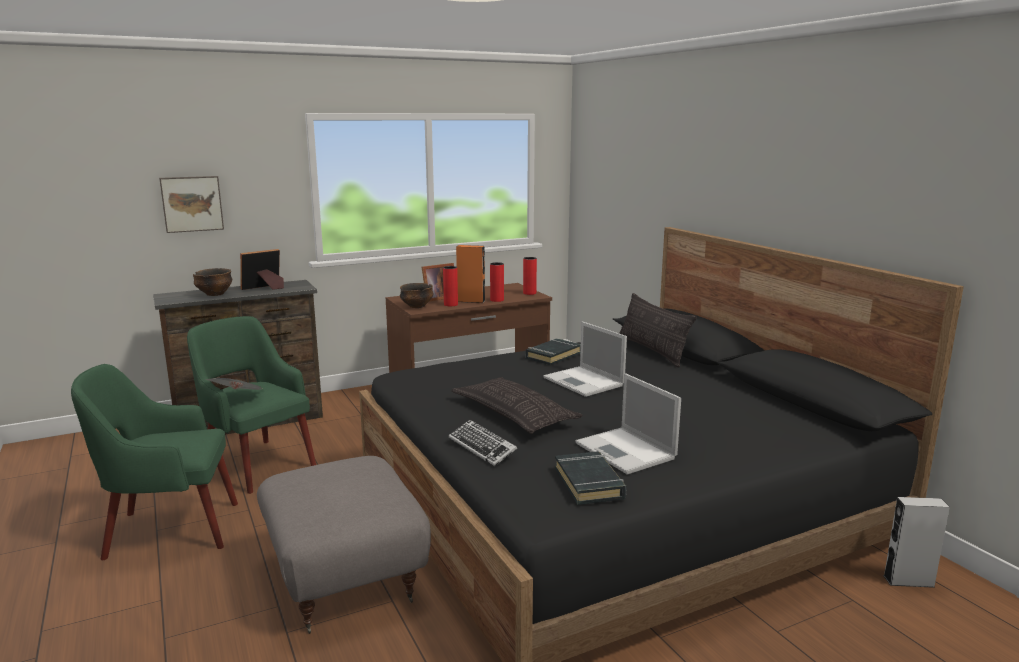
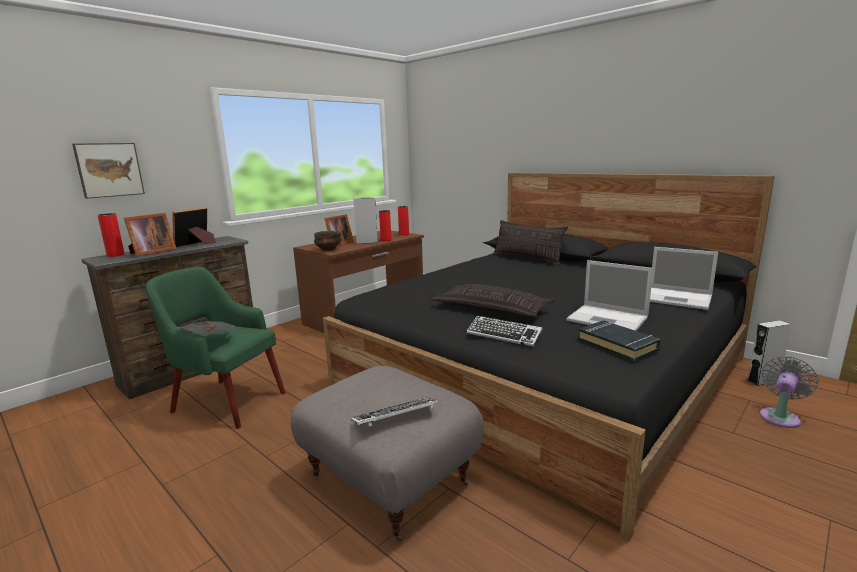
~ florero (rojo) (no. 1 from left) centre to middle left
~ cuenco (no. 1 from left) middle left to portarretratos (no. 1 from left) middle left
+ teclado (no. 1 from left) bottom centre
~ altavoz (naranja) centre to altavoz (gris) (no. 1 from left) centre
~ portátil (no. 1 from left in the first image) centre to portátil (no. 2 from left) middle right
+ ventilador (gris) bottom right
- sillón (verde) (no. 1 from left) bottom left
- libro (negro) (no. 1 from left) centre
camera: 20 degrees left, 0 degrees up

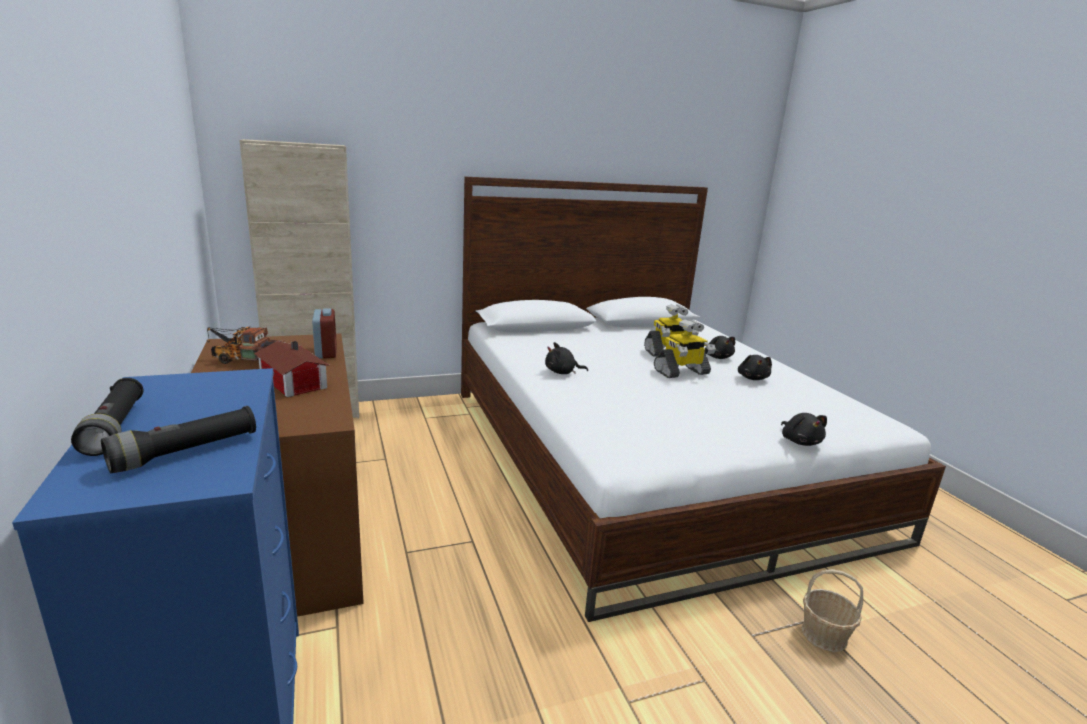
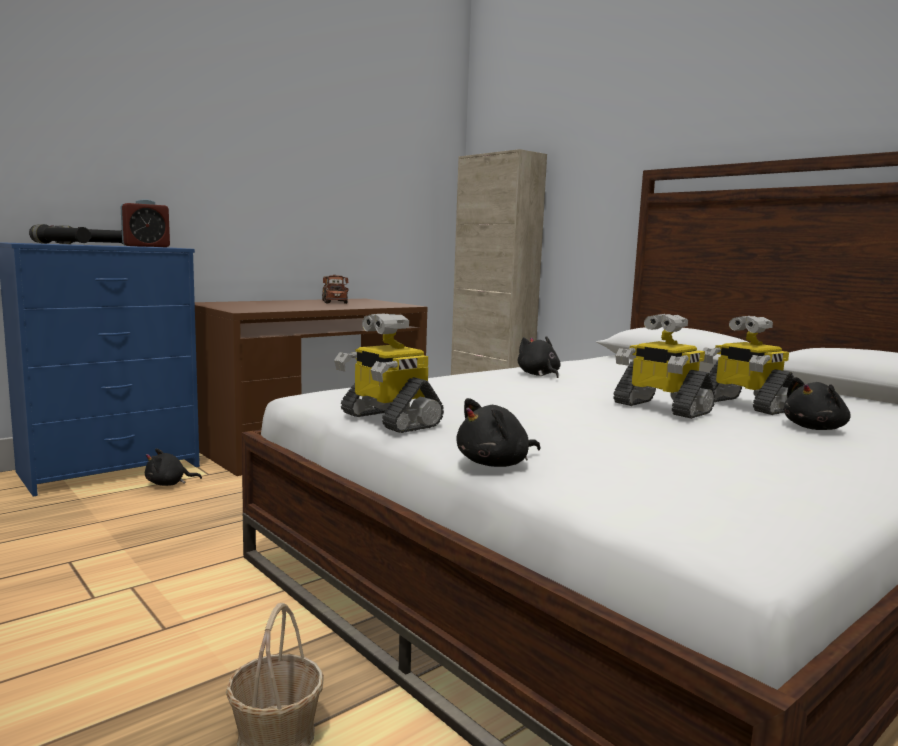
~ despertador middle left to top left
~ peluche (negro) (no. 3 from left in the first image) middle right to peluche (negro) (no. 1 from left) middle left
+ robot de juguete (no. 1 from left) centre
- casita middle left
camera: 70 degrees right, 10 degrees down

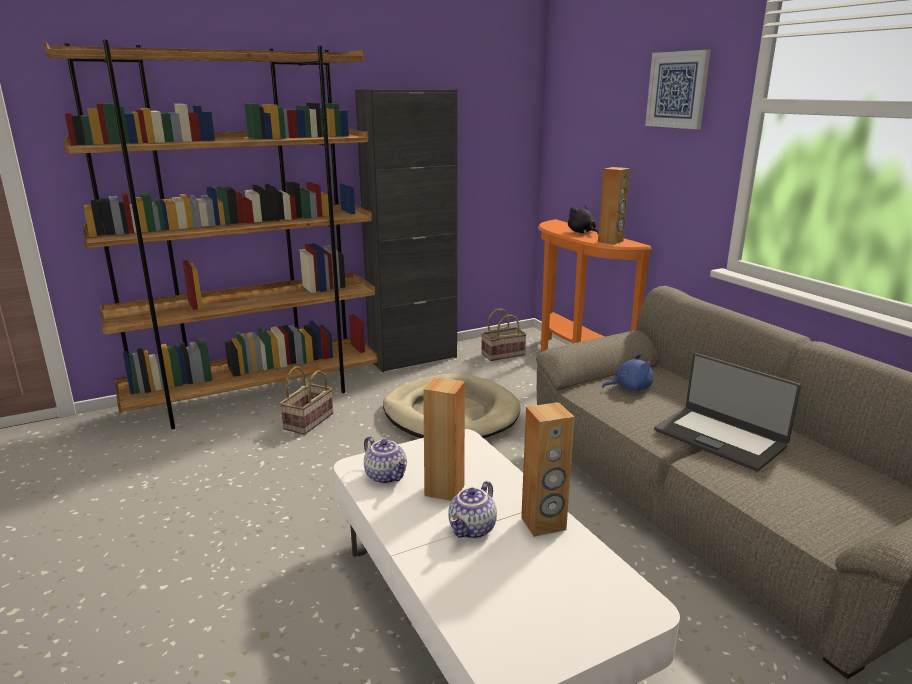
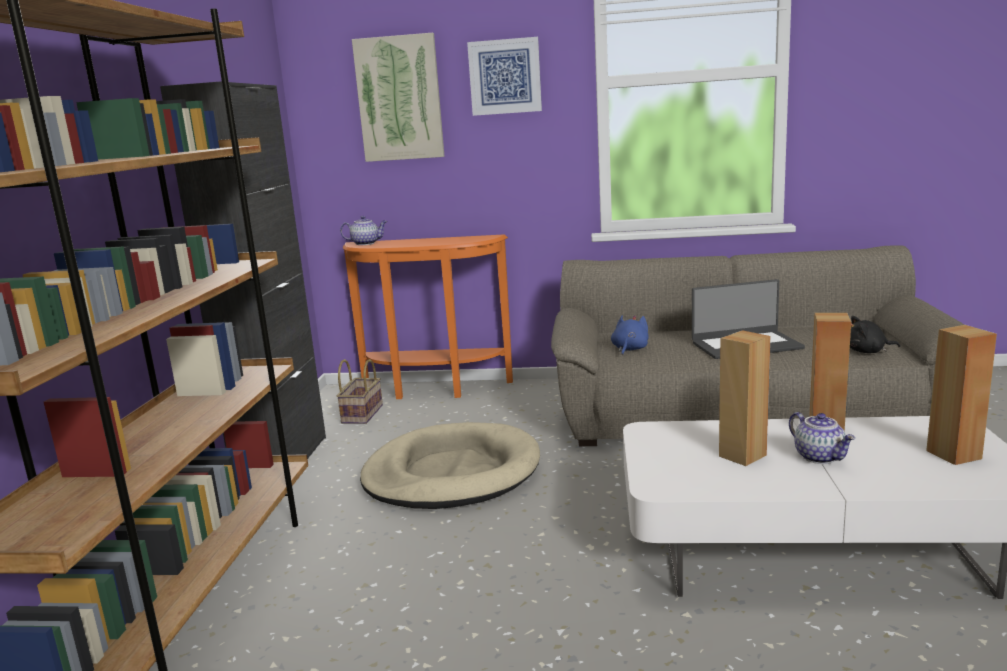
~ tetera (no. 1 from left) bottom centre to centre
+ cuadro (no. 1 from left) top centre
~ peluche (negro) top centre to middle right
~ altavoz (marrón) (no. 3 from left) top right to middle right
- cesta (no. 1 from left) centre
camera: 55 degrees left, 5 degrees down

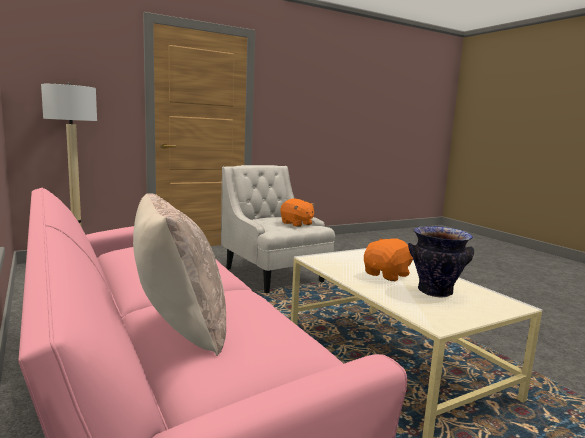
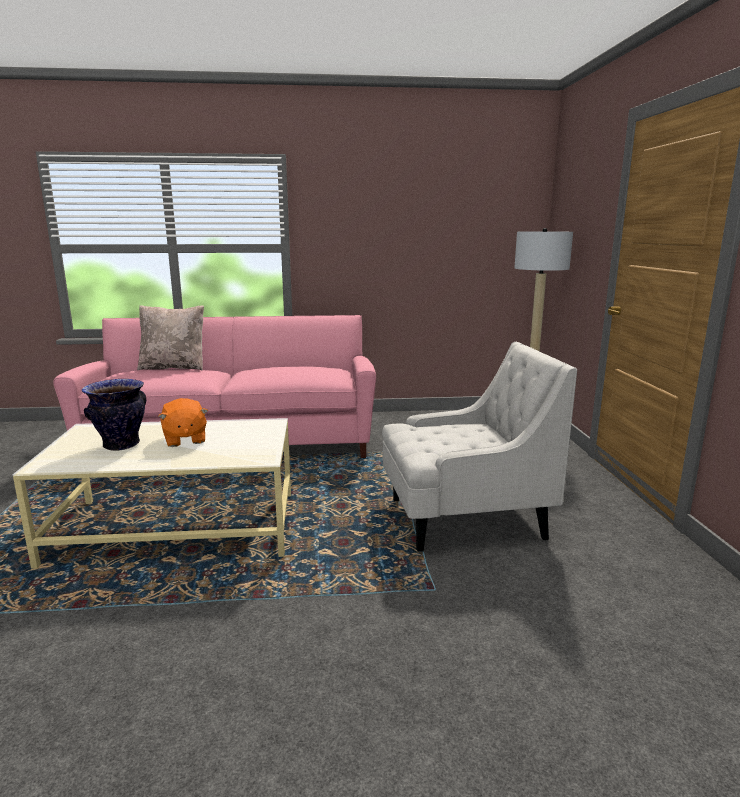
- peluche (naranja) (no. 1 from left) centre
camera: 115 degrees right, 5 degrees up

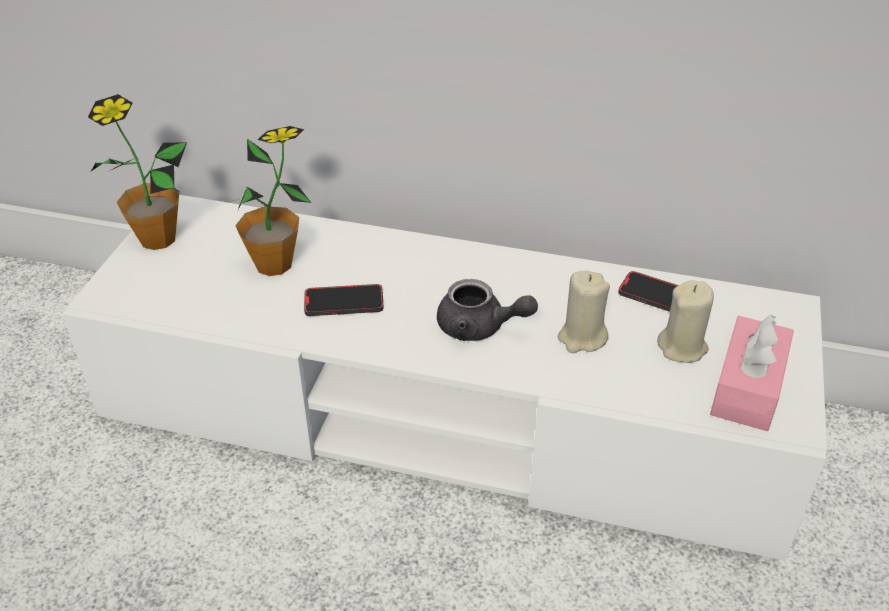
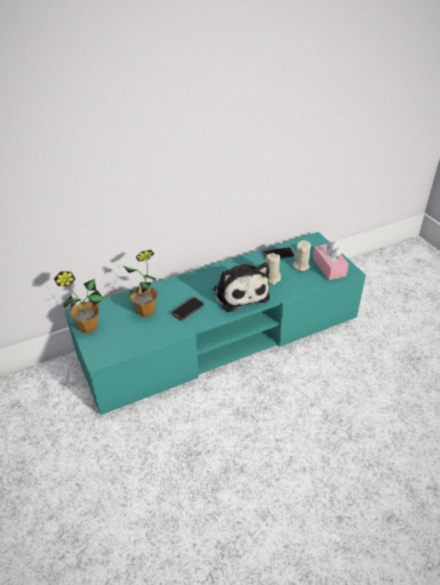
~ mueble de televisión (blanco) centre to mueble de televisión (turquesa) centre
~ tetera (gris) centre to peluche centre
camera: 40 degrees left, 0 degrees up

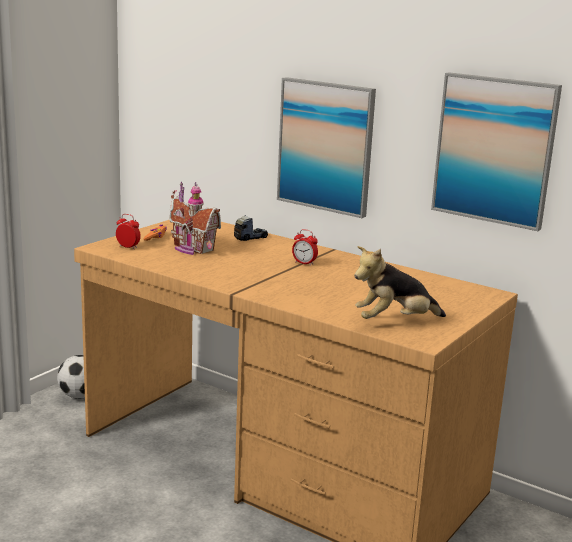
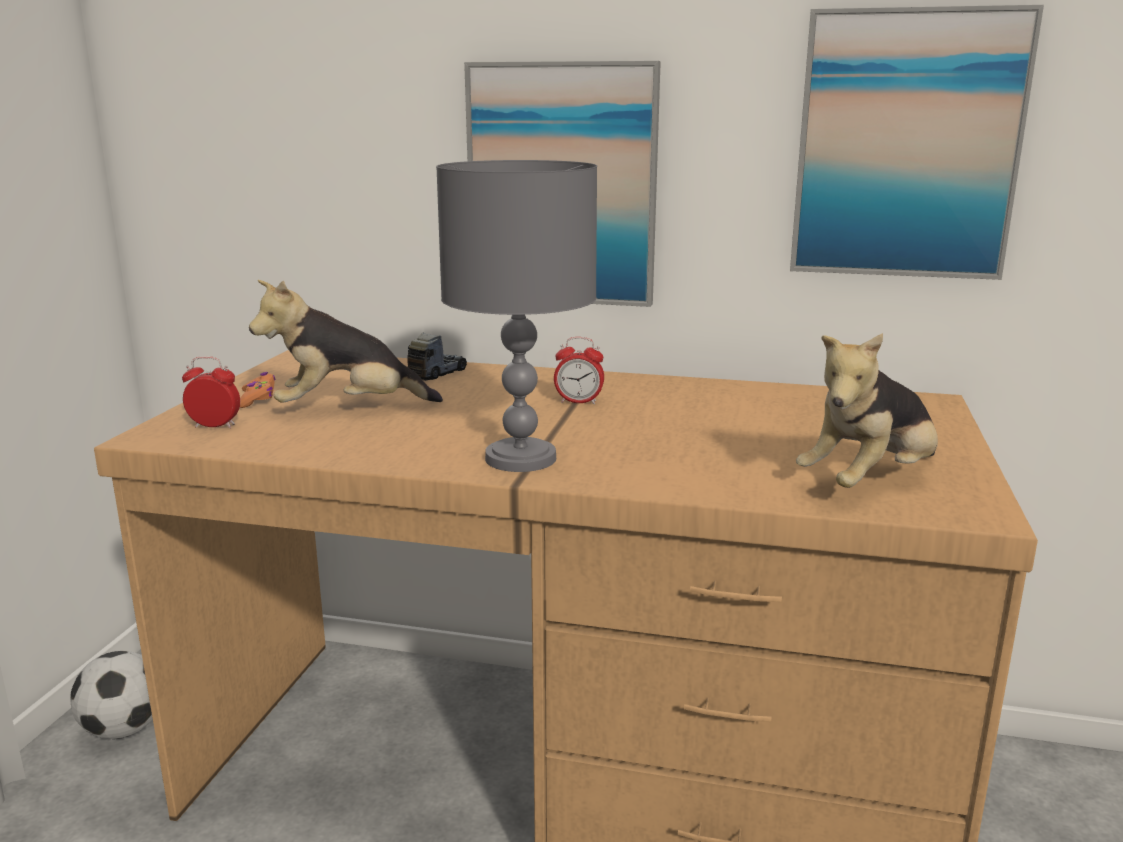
~ casita centre to peluche (no. 1 from left) middle left
+ lámpara de mesa (gris) centre
camera: 20 degrees left, 0 degrees up

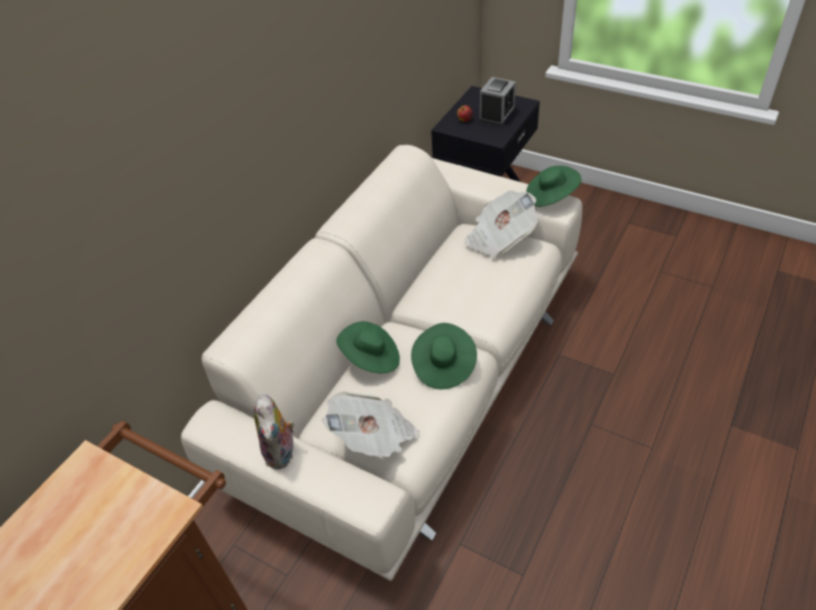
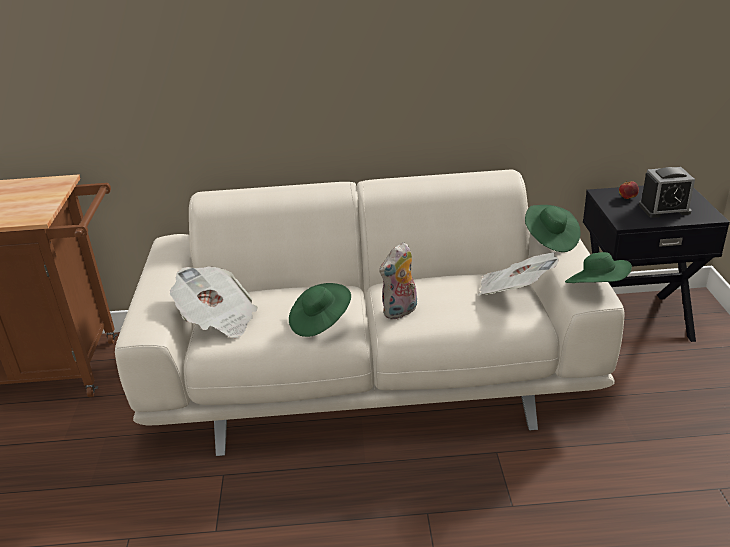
~ peluche bottom centre to centre
~ sombrero (verde) (no. 1 from left in the first image) centre to sombrero (verde) (no. 2 from left) middle right
camera: 55 degrees right, 15 degrees down

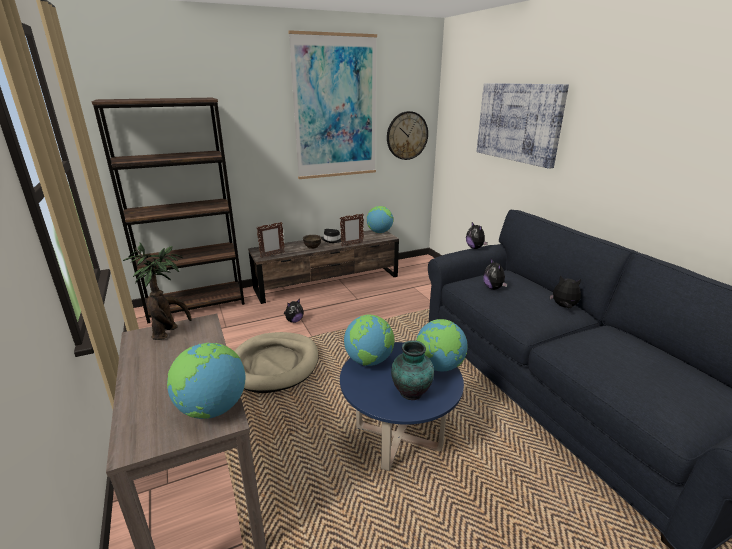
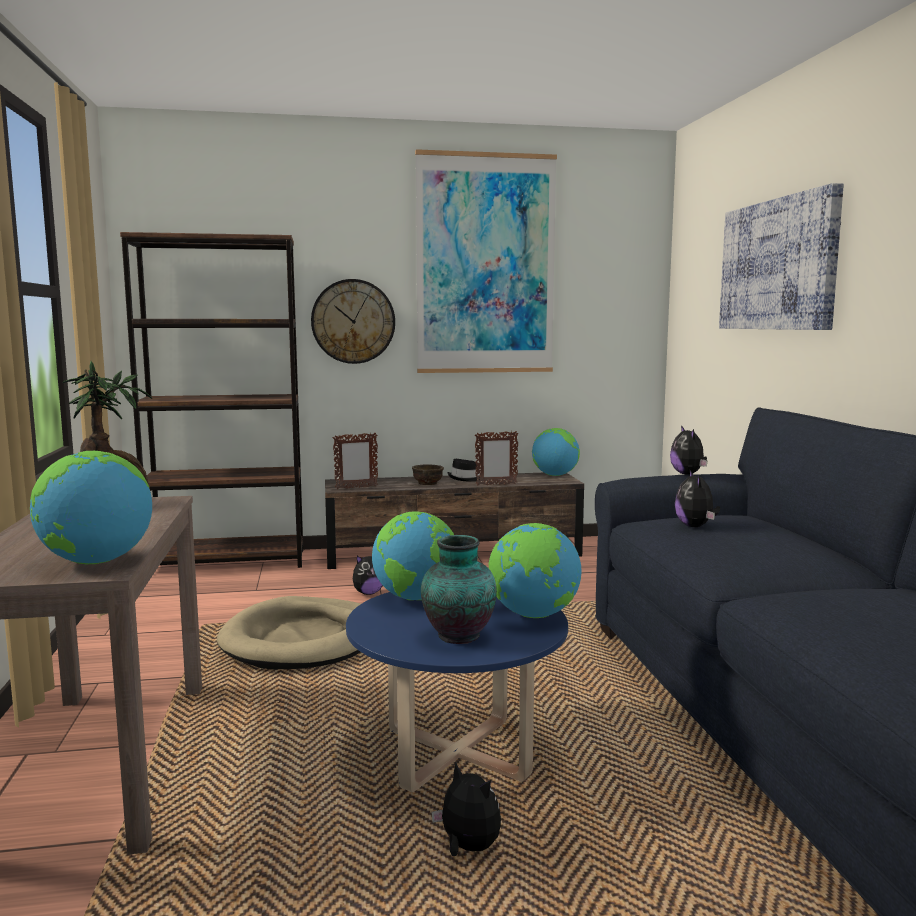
~ reloj de pared top centre to centre
~ peluche (no. 4 from left in the first image) middle right to peluche (no. 2 from left) bottom centre
camera: 15 degrees right, 15 degrees down

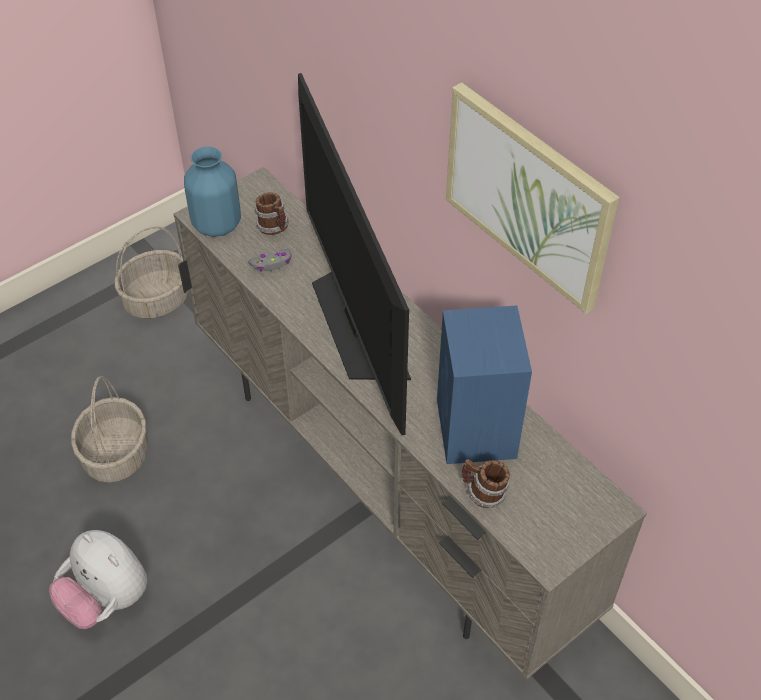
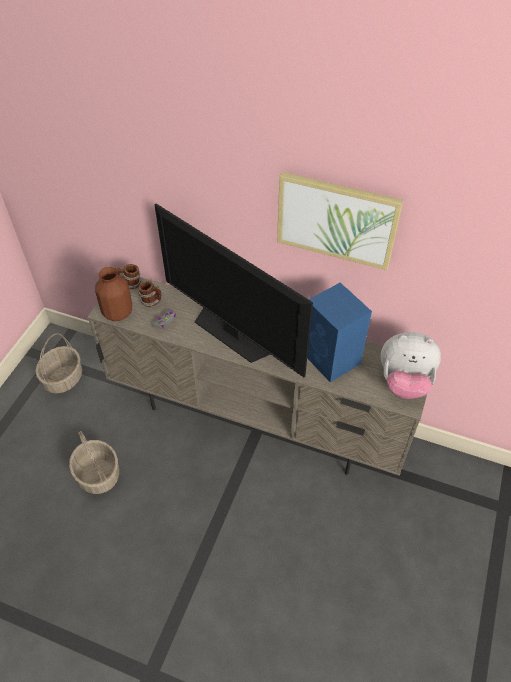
~ florero (azul) top left to florero (marrón) middle left
~ taza grande (no. 2 from left in the first image) bottom centre to taza grande (no. 1 from left) middle left
~ peluche bottom left to middle right
camera: 30 degrees left, 0 degrees up

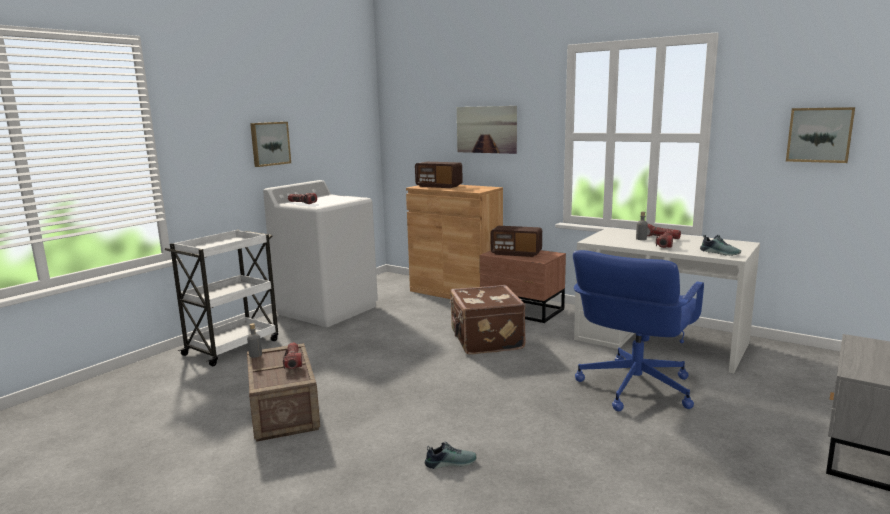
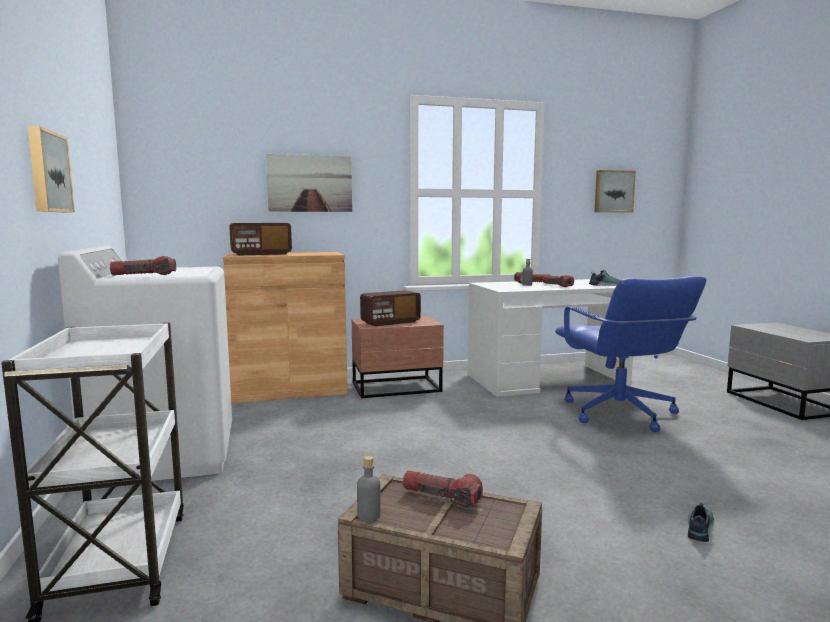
- maleta (marrón) centre
camera: 50 degrees left, 5 degrees down

